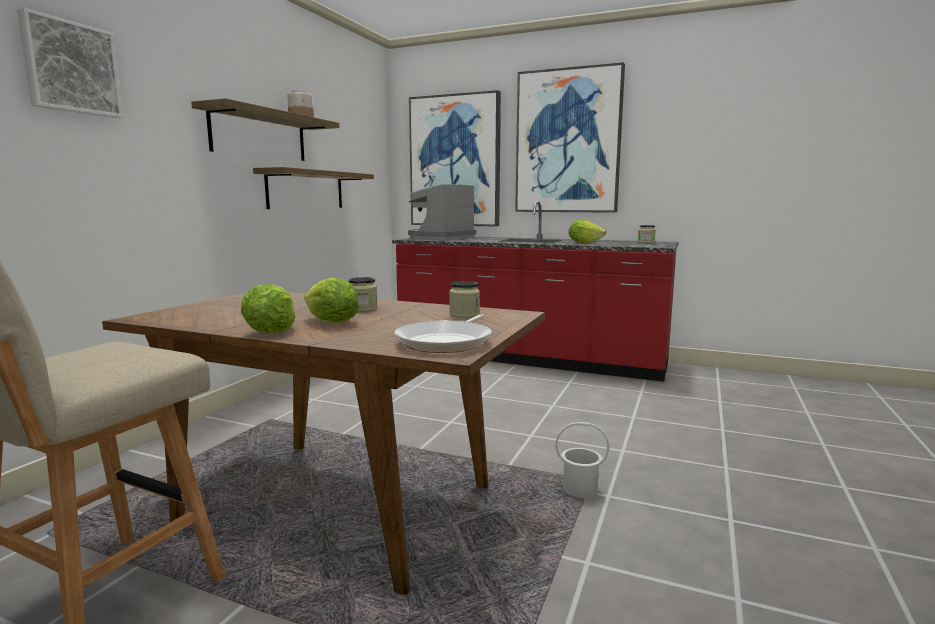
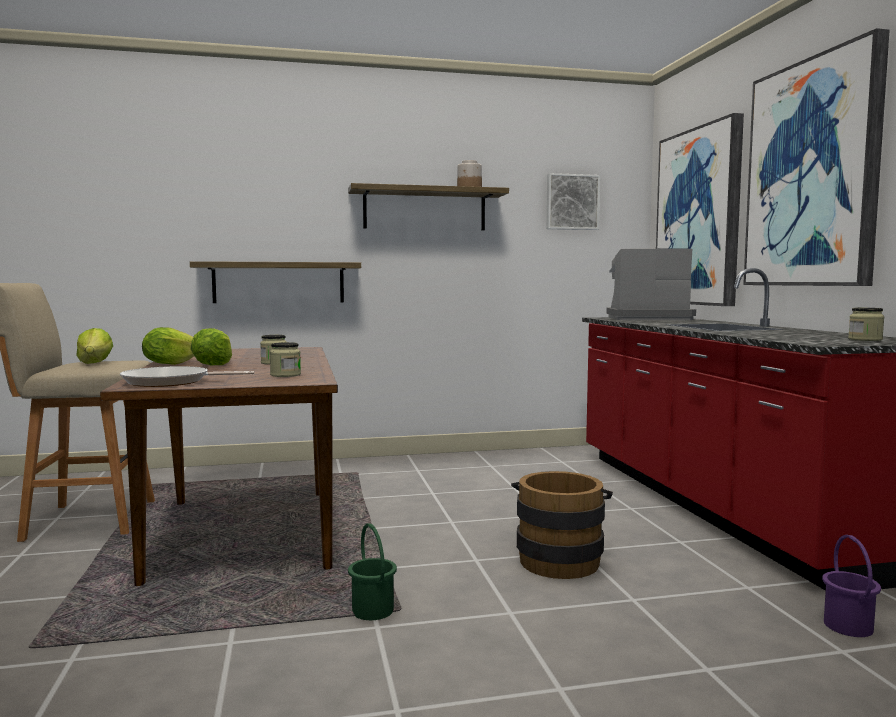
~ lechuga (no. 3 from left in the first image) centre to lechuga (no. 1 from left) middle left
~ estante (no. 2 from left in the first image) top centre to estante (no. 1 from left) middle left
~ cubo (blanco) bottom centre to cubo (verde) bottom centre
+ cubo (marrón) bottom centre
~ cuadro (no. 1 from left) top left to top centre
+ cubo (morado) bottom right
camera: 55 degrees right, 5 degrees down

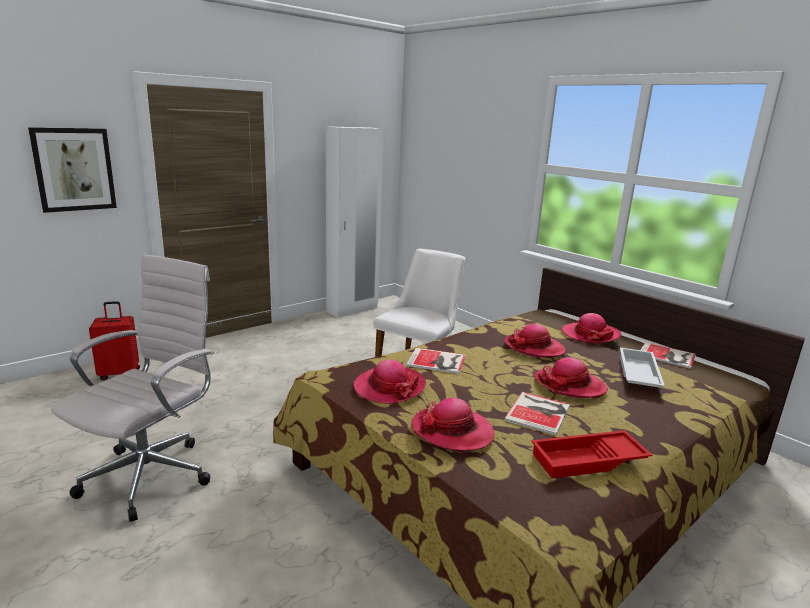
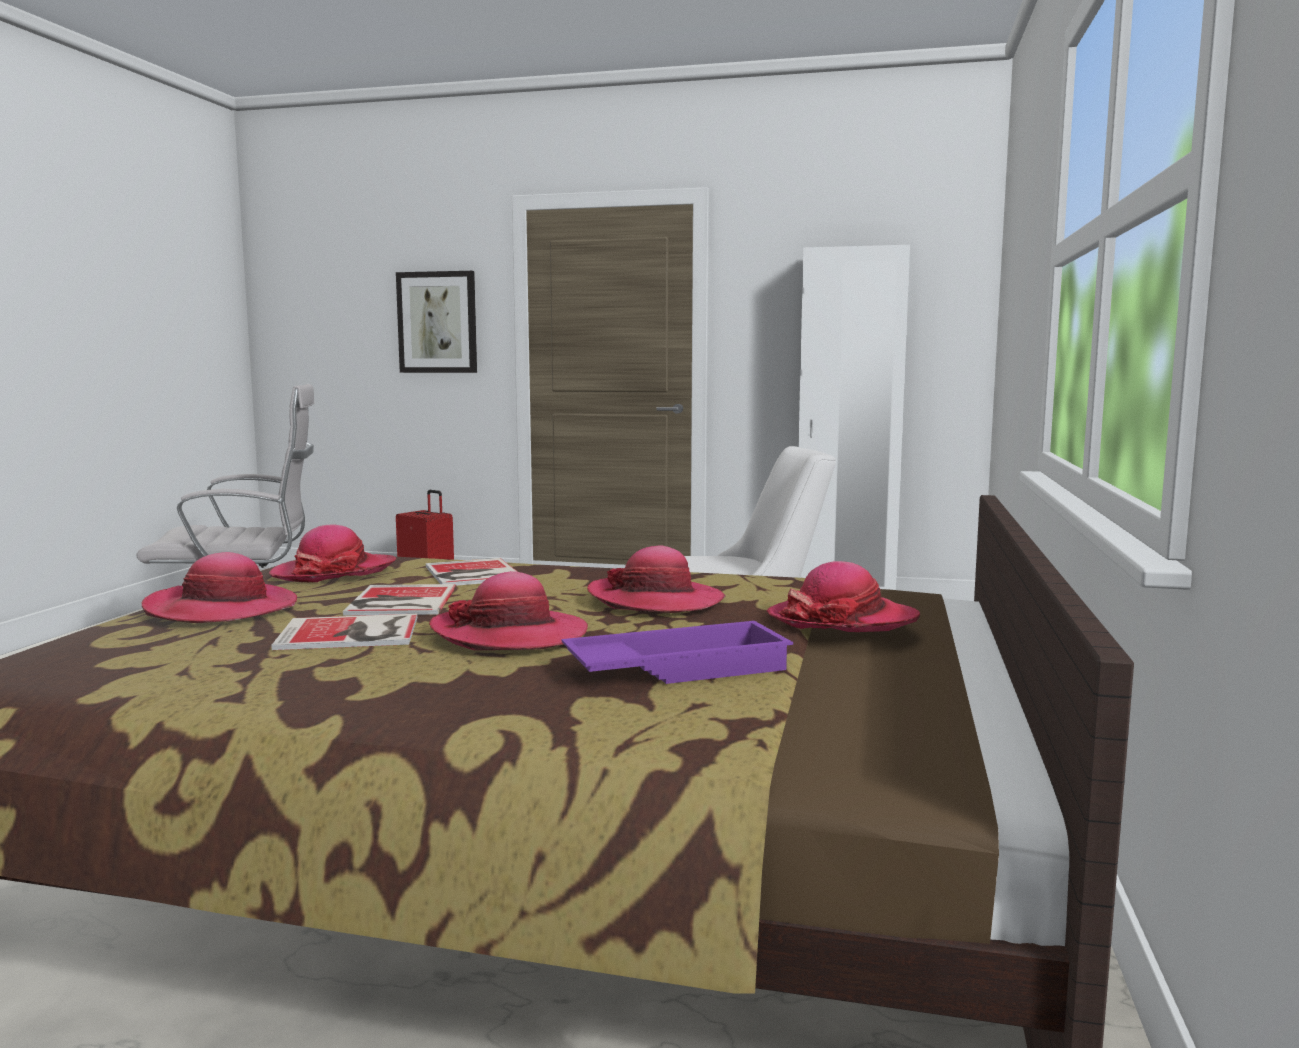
~ libro (no. 3 from left in the first image) middle right to libro (no. 2 from left) middle left
~ bandeja (blanco) middle right to bandeja (morado) centre
- bandeja (rojo) bottom right
camera: 55 degrees right, 10 degrees down

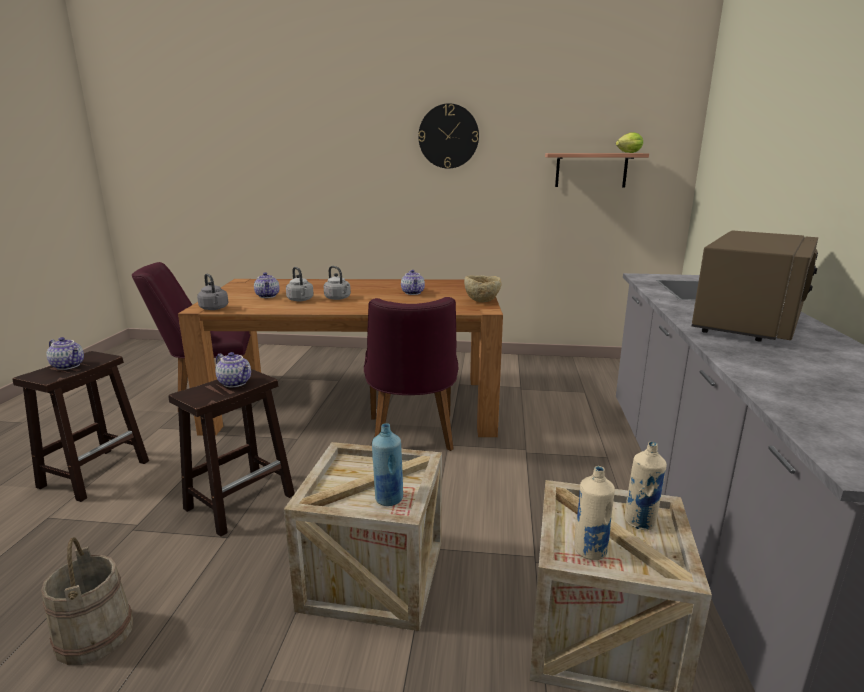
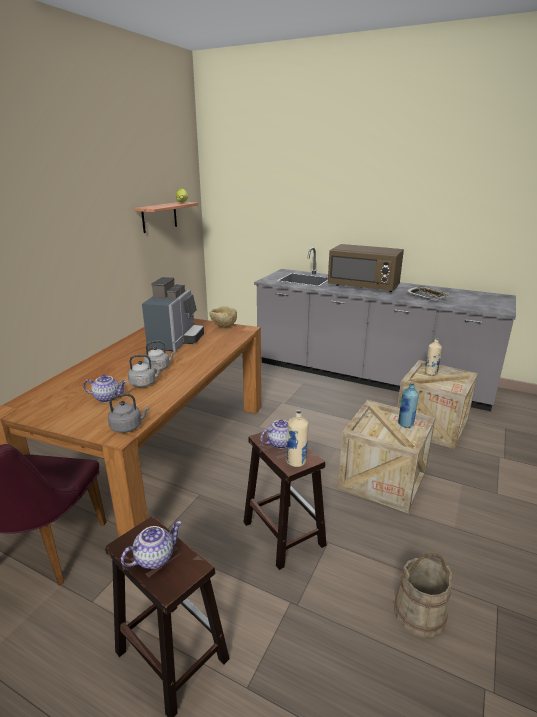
~ tetera (no. 4 from left) centre to cafetera middle left
~ botella (beis) (no. 1 from left) bottom right to centre
~ microondas (marrón) middle right = middle right 150 degrees clockwise
+ bandeja middle right
- silla (morado) (no. 2 from left) centre
- reloj de pared top centre
camera: 70 degrees left, 5 degrees up

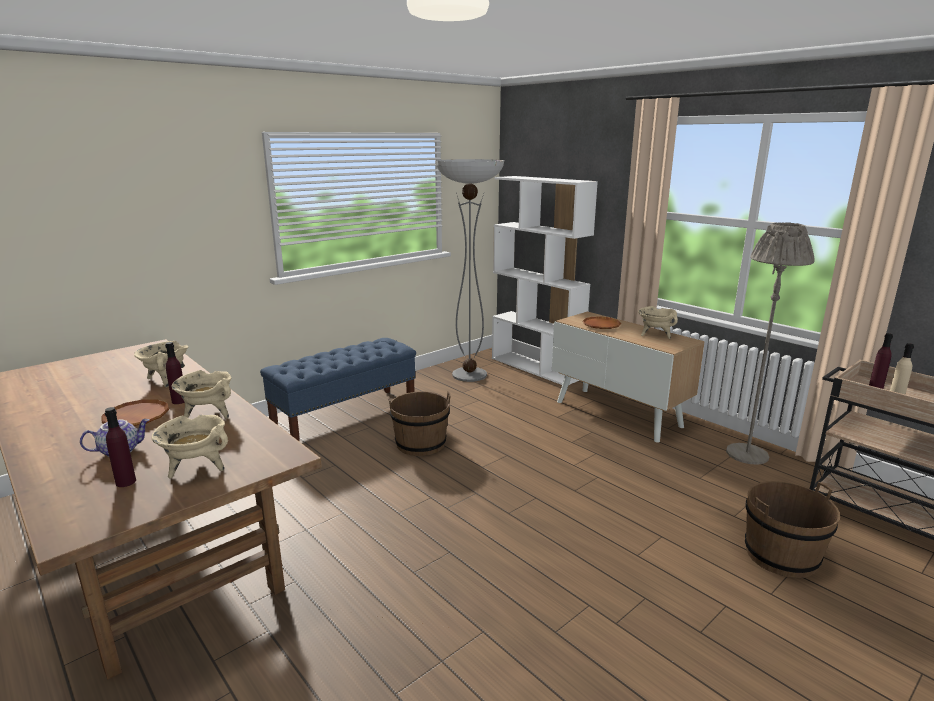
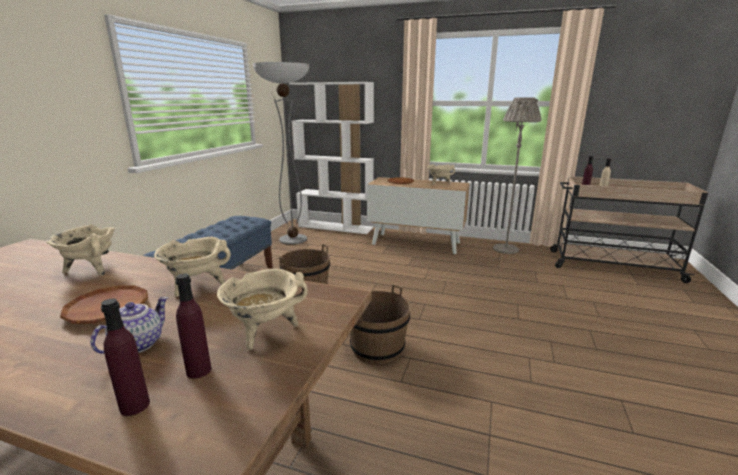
~ botella (morado) (no. 2 from left in the first image) middle left to botella (morado) (no. 1 from left) bottom left
~ cubo (marrón) (no. 2 from left) bottom right to bottom centre
camera: 30 degrees left, 0 degrees up

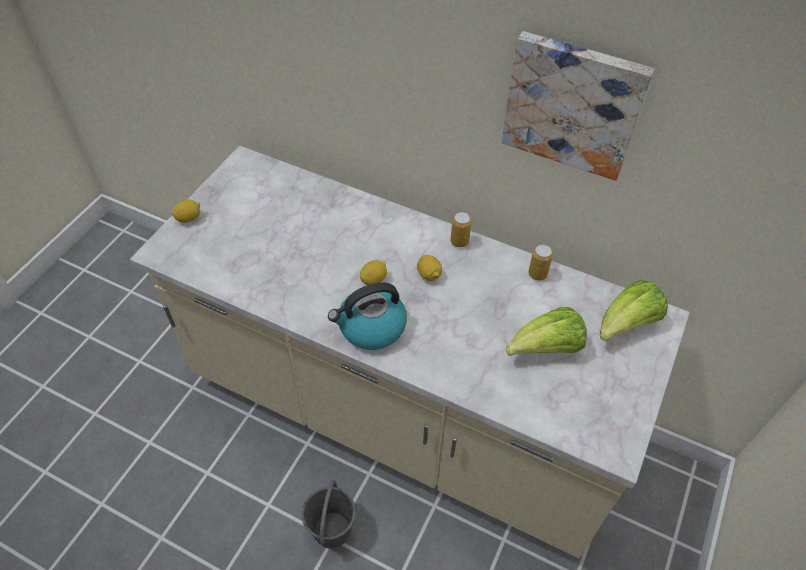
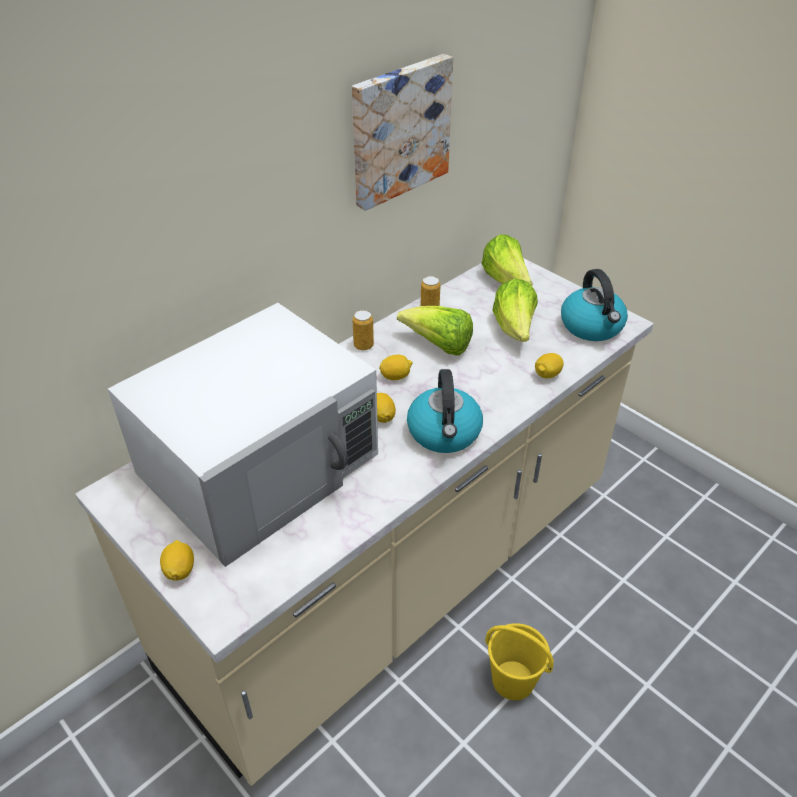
+ microondas (blanco) middle left
+ lechuga (no. 1 from left) centre
~ cubo (gris) bottom centre to cubo (amarillo) bottom centre
+ limón (no. 4 from left) middle right
+ hervidor (no. 2 from left) middle right
camera: 70 degrees left, 10 degrees down

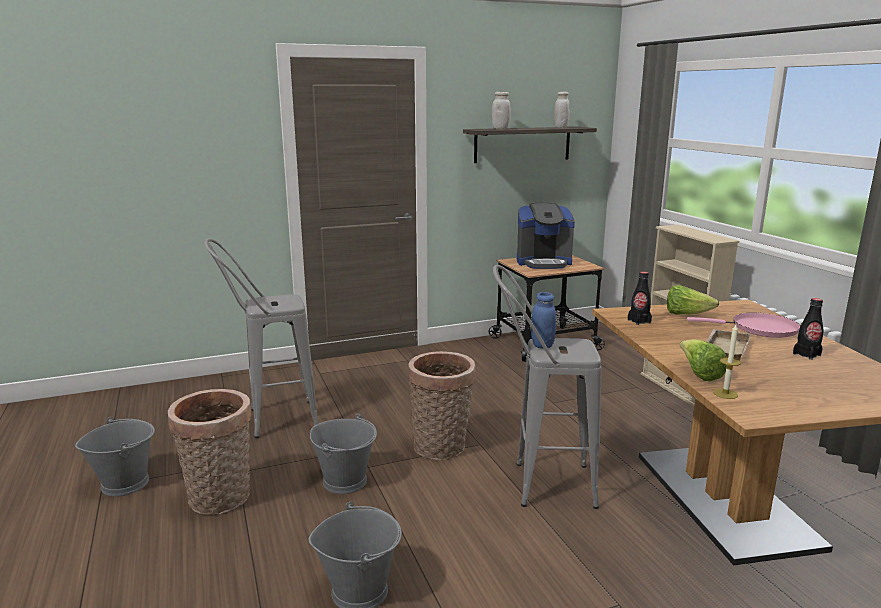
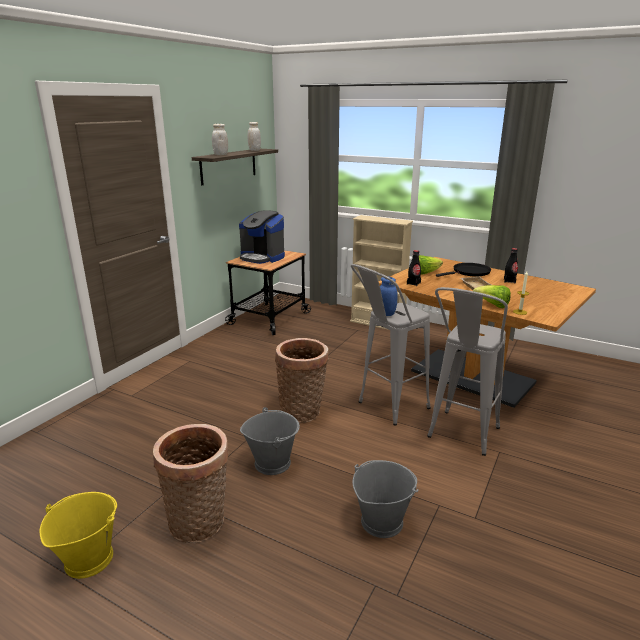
~ cubo (gris) (no. 1 from left) bottom left to cubo (amarillo) bottom left
~ cafetera centre = centre 75 degrees clockwise
~ taburete (gris) (no. 1 from left in the first image) middle left to taburete (gris) (no. 2 from left) middle right
~ sartén (rosa) middle right to sartén (negro) middle right
camera: 40 degrees left, 5 degrees up

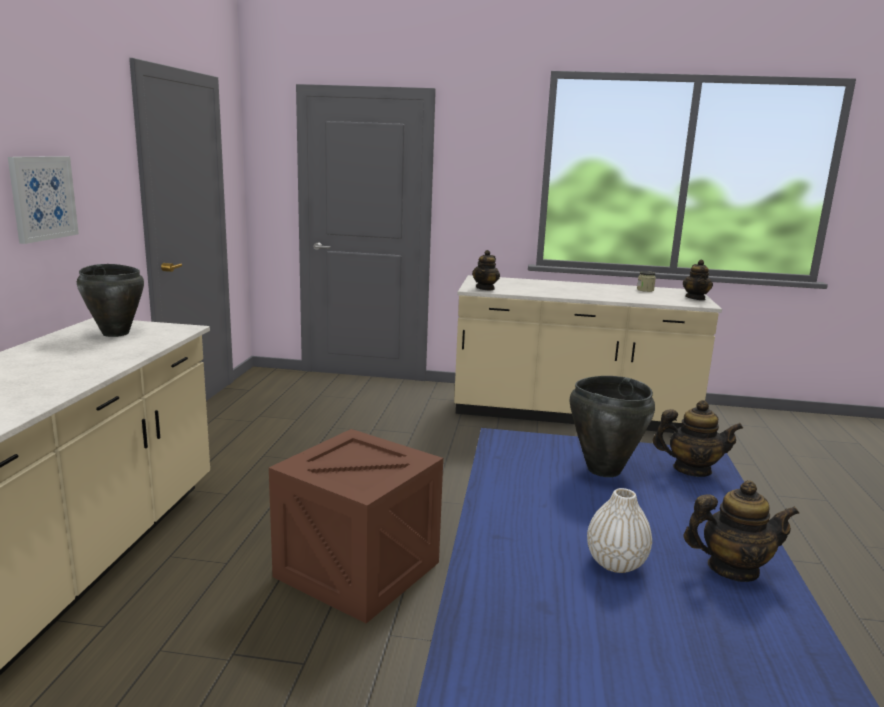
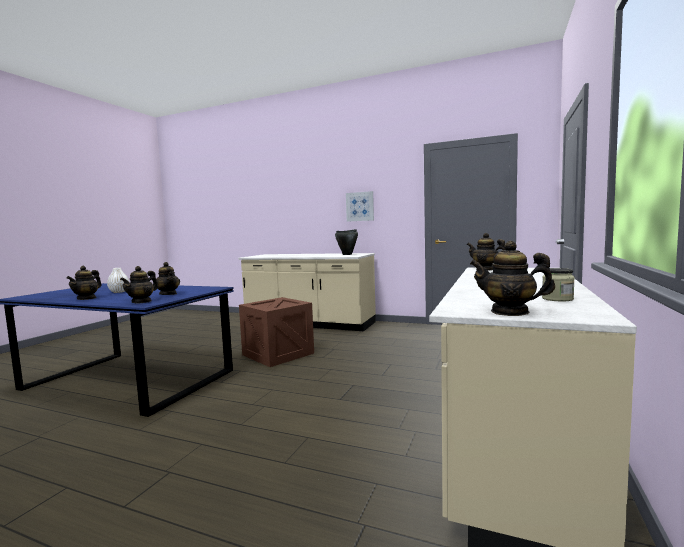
~ olla (negro) (no. 2 from left) middle right to tetera (no. 3 from left) middle left
camera: 105 degrees right, 10 degrees down

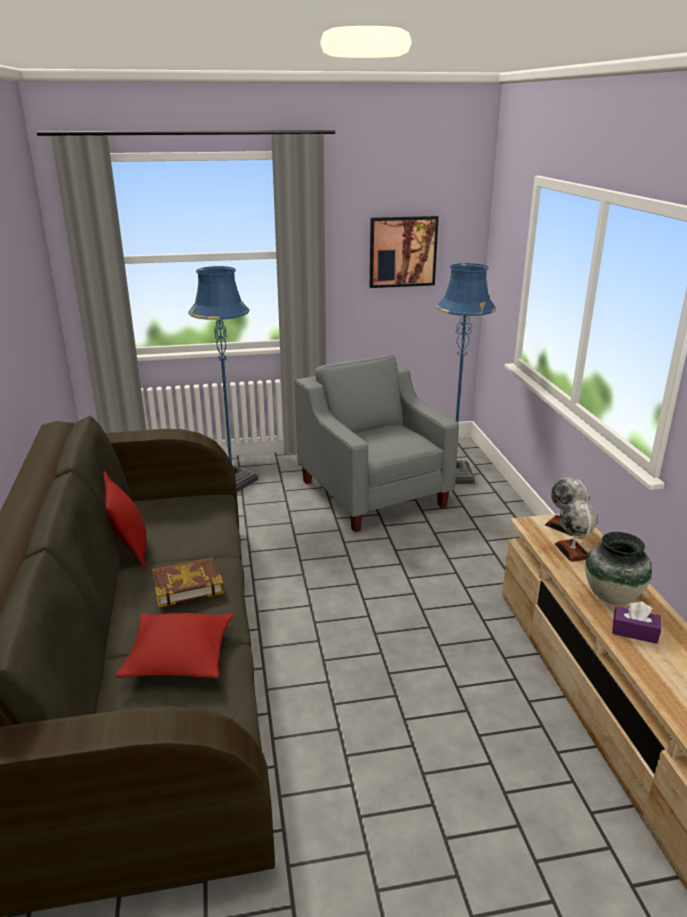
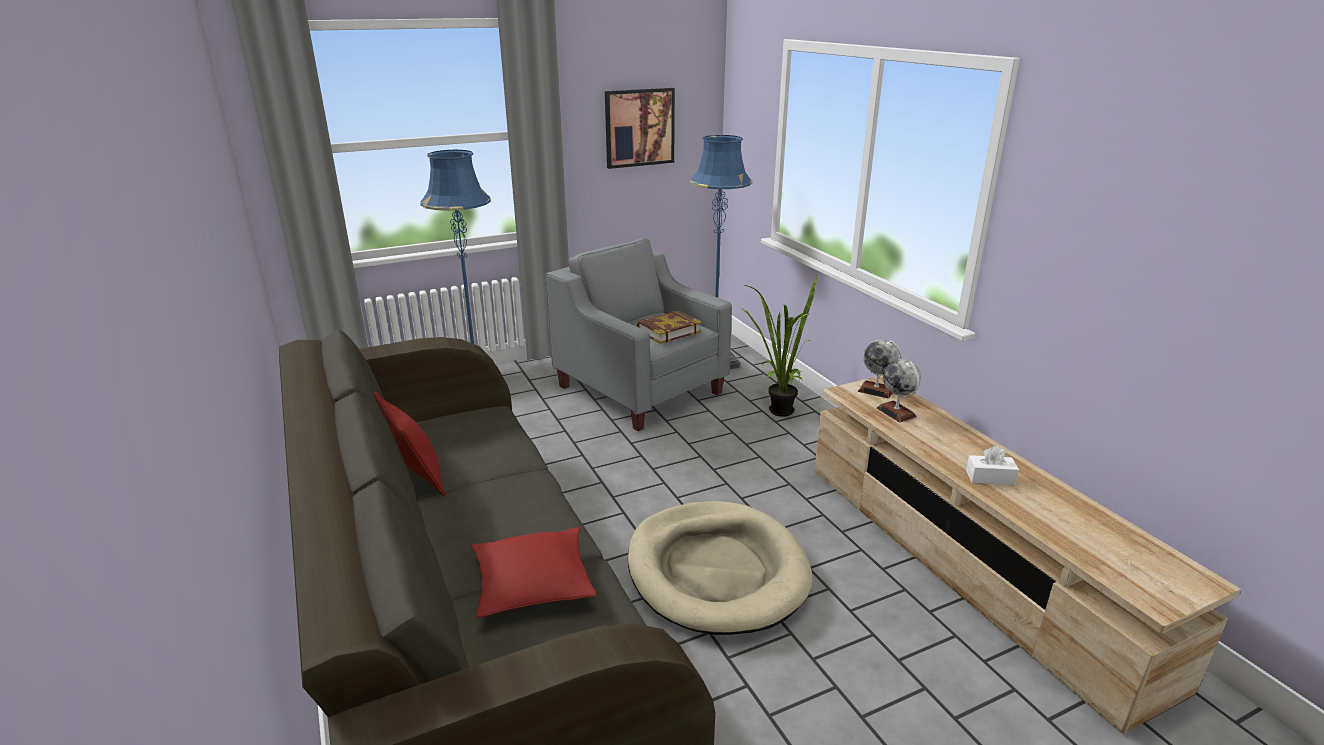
+ cama para perro (beis) bottom centre
~ libro middle left to centre
+ planta en maceta centre
~ caja de pañuelos (morado) bottom right to caja de pañuelos (blanco) middle right
- florero middle right
camera: 15 degrees left, 0 degrees up

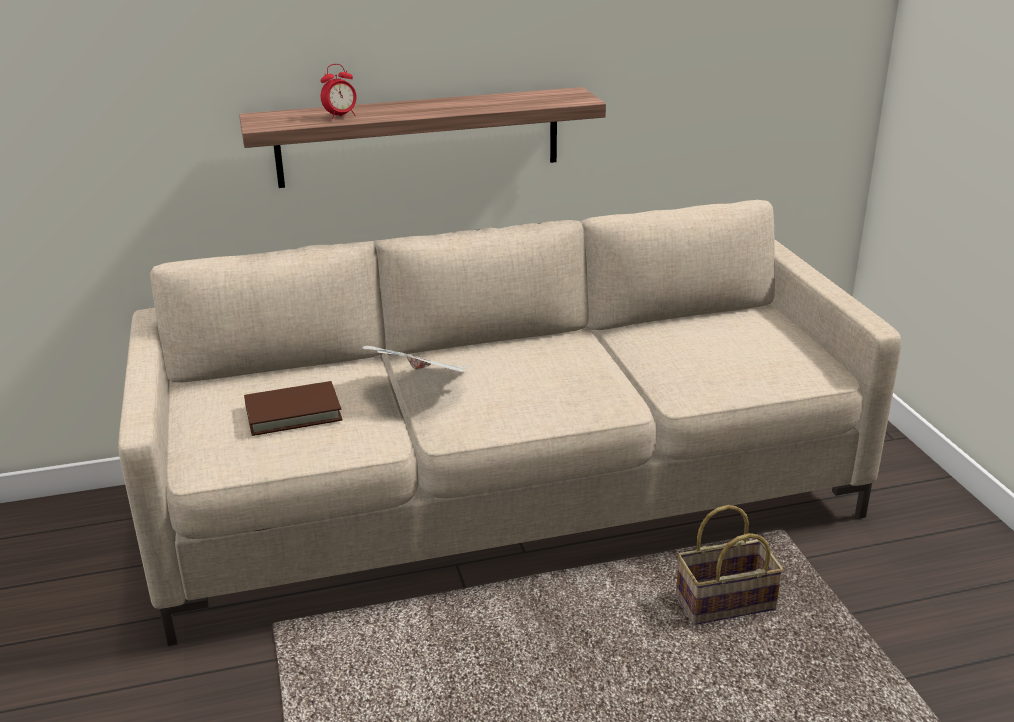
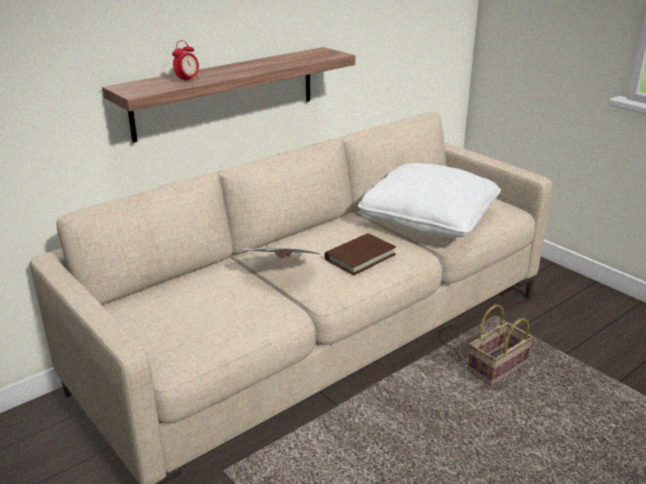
~ libro (marrón) middle left to centre
+ cojín (blanco) centre
camera: 25 degrees left, 0 degrees up

